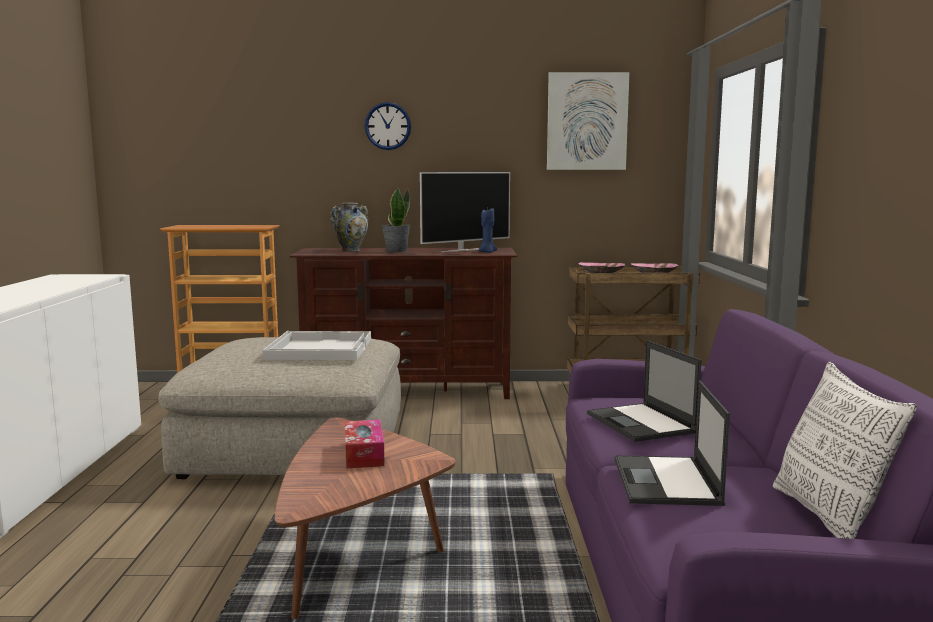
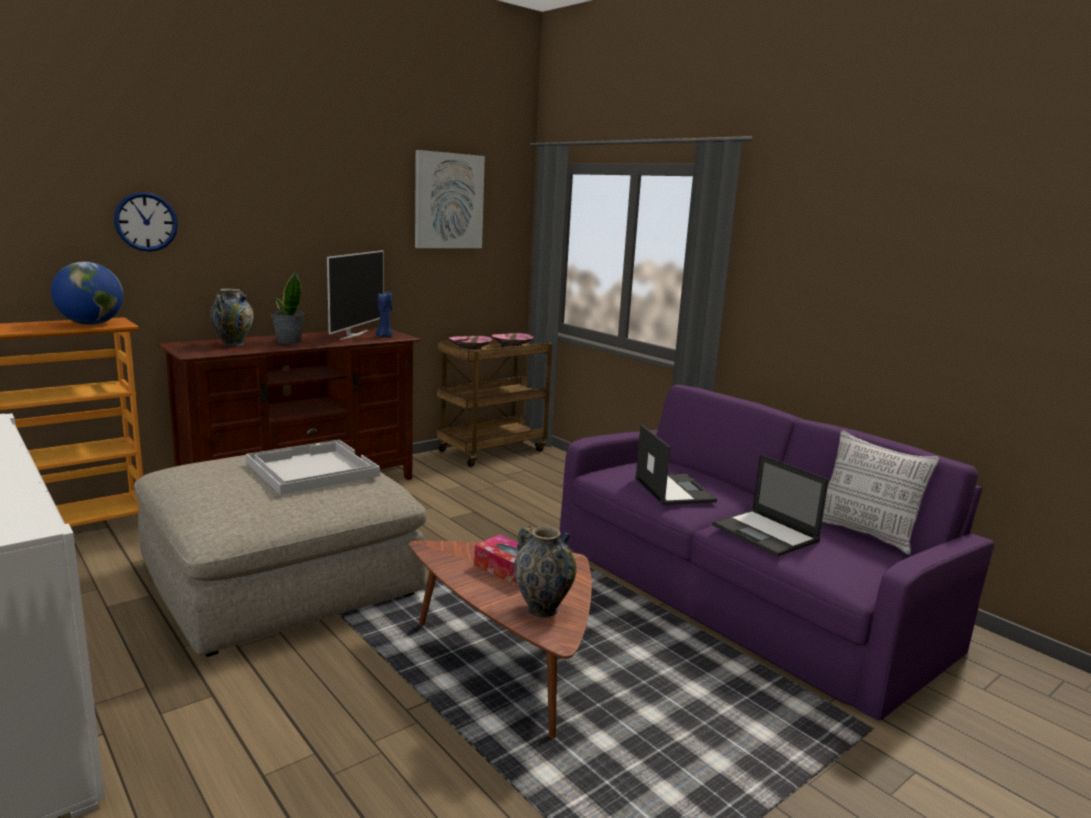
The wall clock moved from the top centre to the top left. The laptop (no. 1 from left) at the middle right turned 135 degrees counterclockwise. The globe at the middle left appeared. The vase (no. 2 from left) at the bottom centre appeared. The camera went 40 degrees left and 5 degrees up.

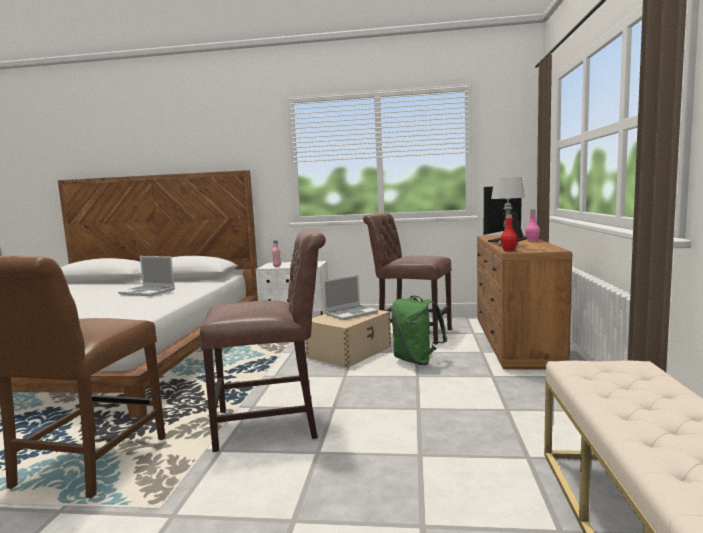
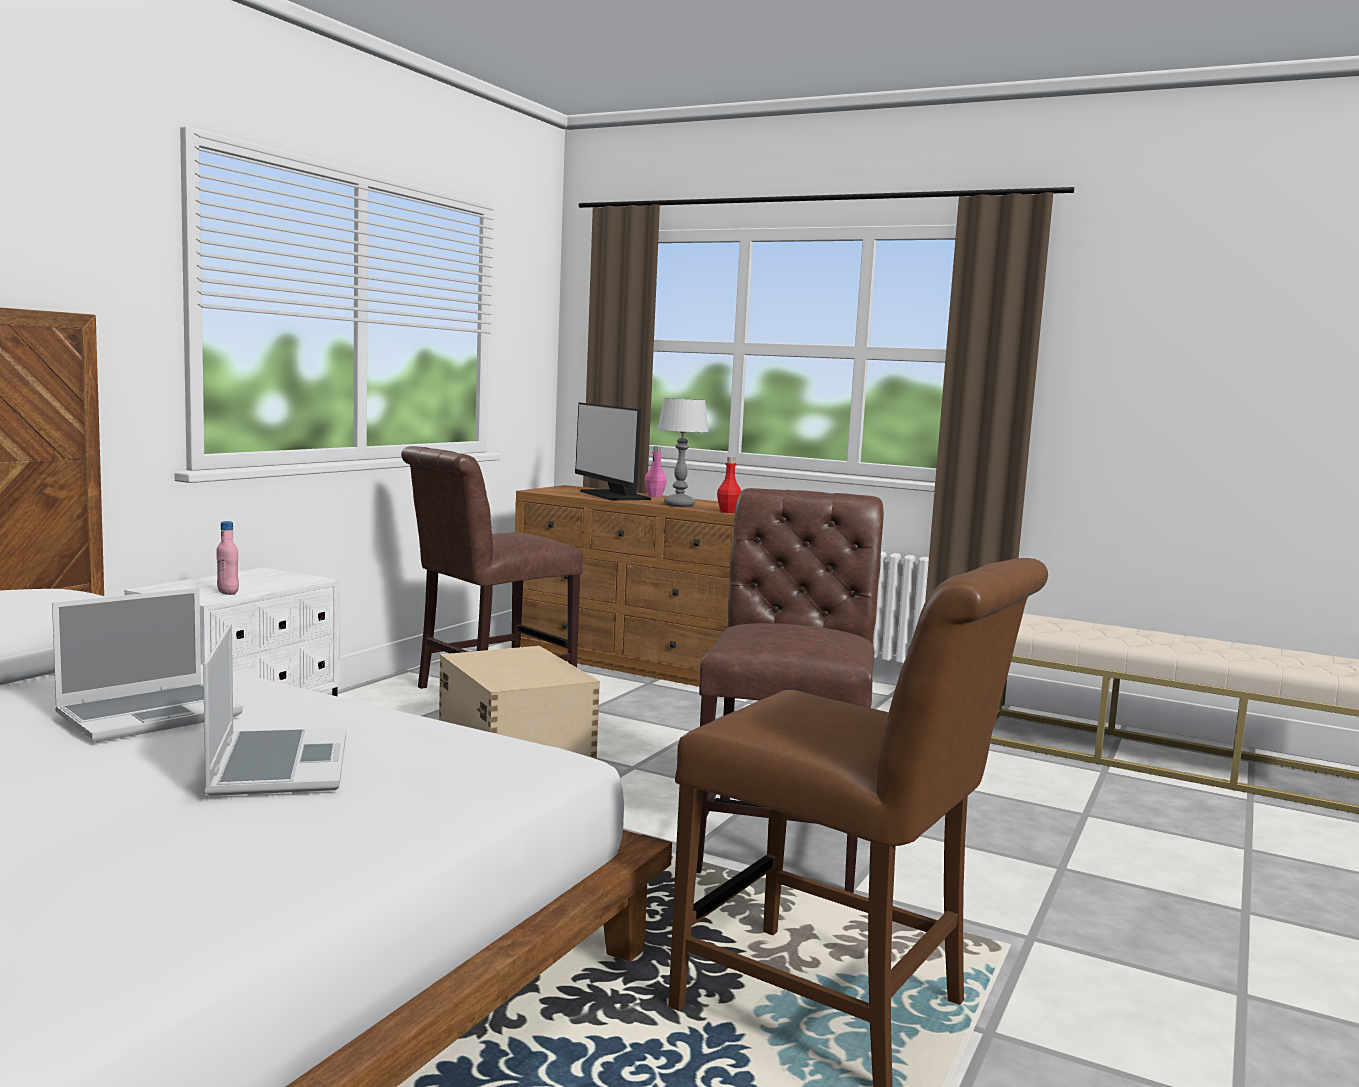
The laptop (no. 2 from left) moved from the centre to the middle left. The green backpack at the centre disappeared. The camera went 70 degrees left and 0 degrees up.

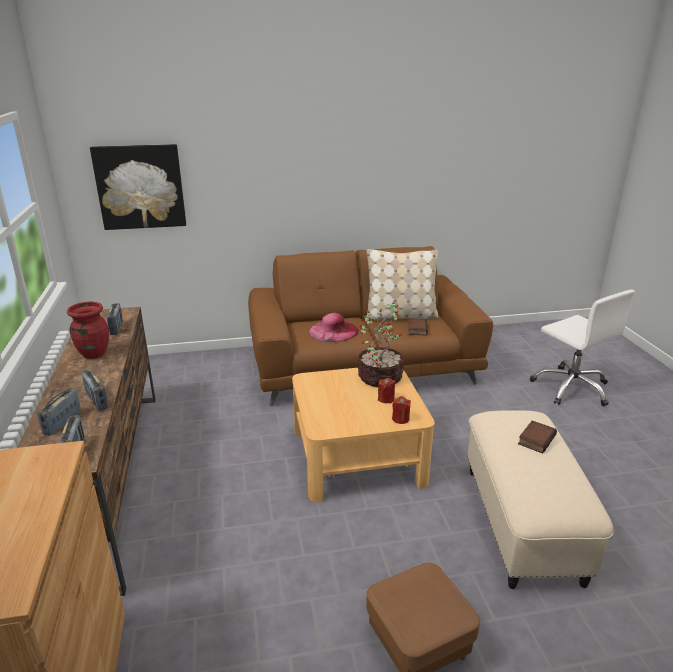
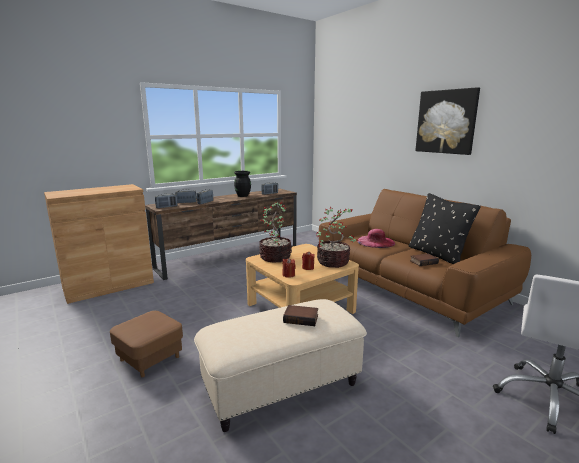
The picture moved from the top left to the top right. The beige pillow at the centre became the black pillow at the middle right. The red vase at the middle left became the black vase at the centre. The potted plant (no. 1 from left) at the centre appeared. The camera went 65 degrees right and 10 degrees down.

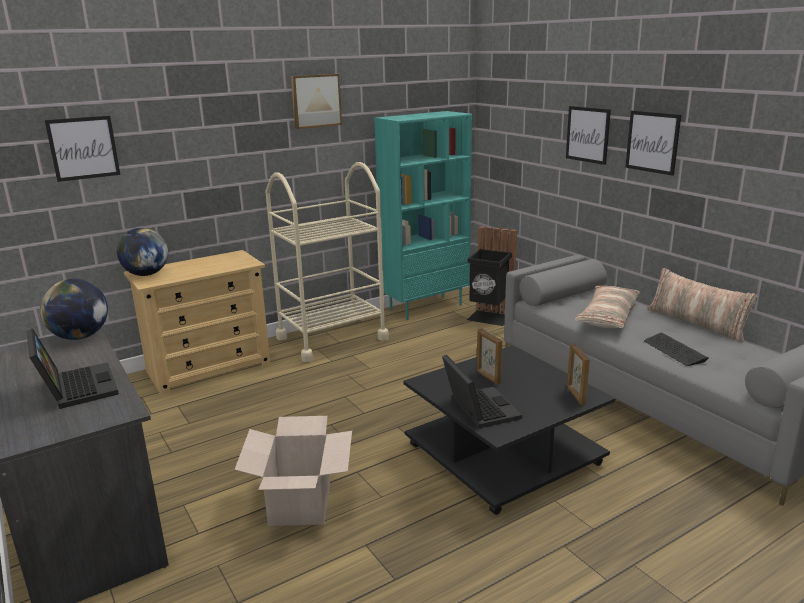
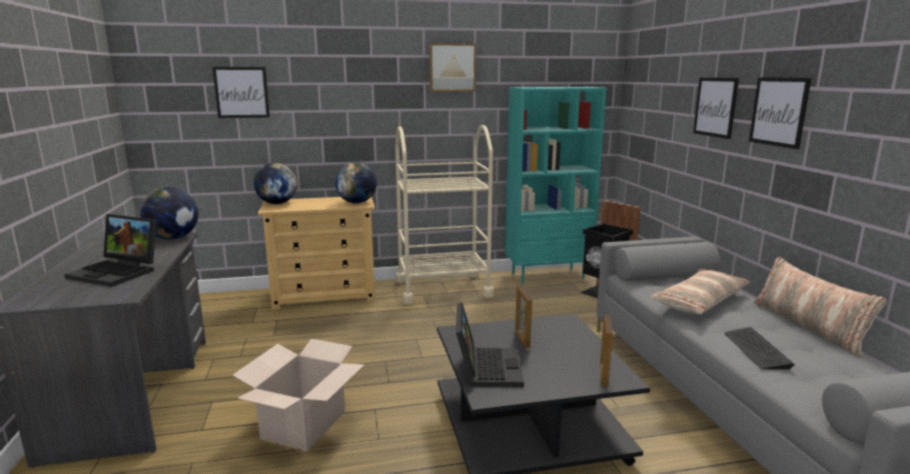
The laptop (no. 1 from left) at the middle left turned 120 degrees clockwise. The globe (no. 3 from left) at the centre appeared. The camera went 20 degrees right and 5 degrees down.

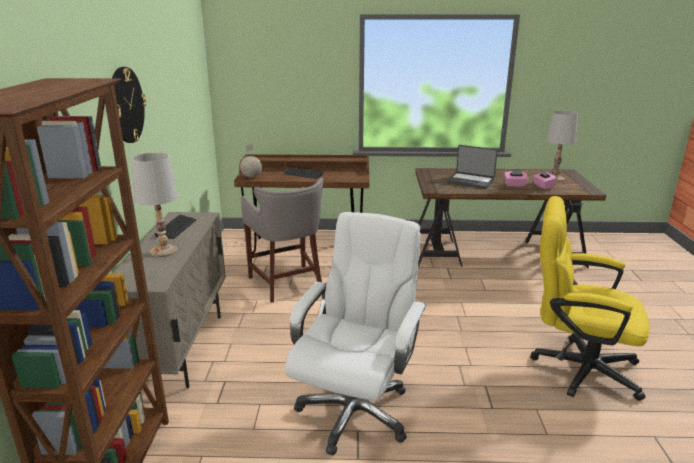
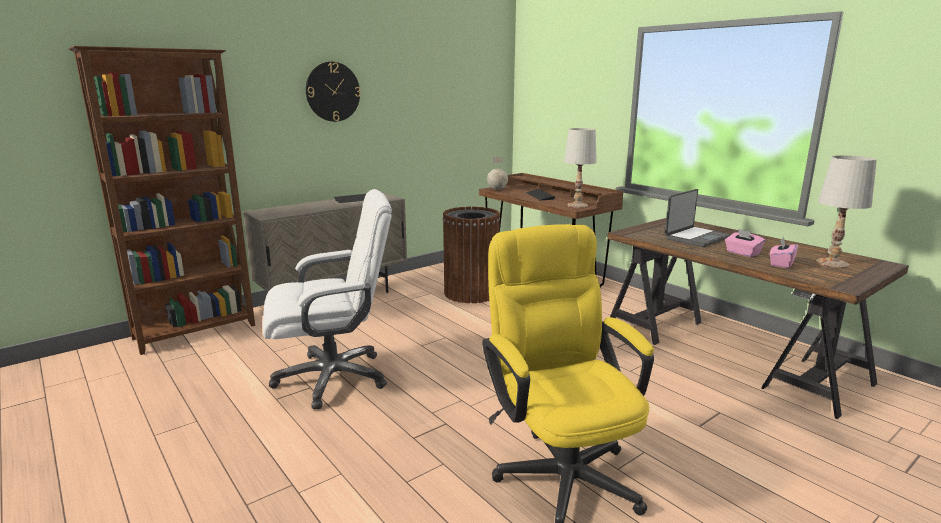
The laptop at the middle right turned 120 degrees counterclockwise. The white table lamp (no. 1 from left) moved from the middle left to the top centre. The grey stool at the centre was replaced by the brown trash can at the centre. The camera went 50 degrees right and 5 degrees down.

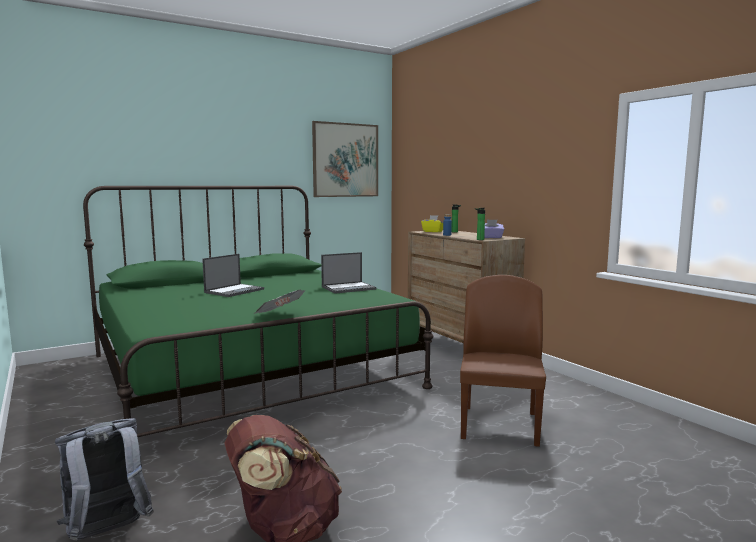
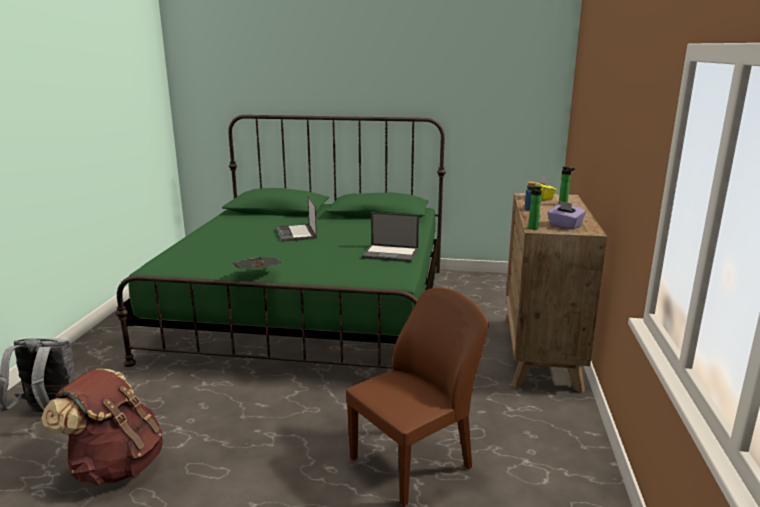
The picture at the top centre disappeared. The laptop (no. 1 from left) at the middle left turned 90 degrees clockwise. The camera went 40 degrees right and 10 degrees up.

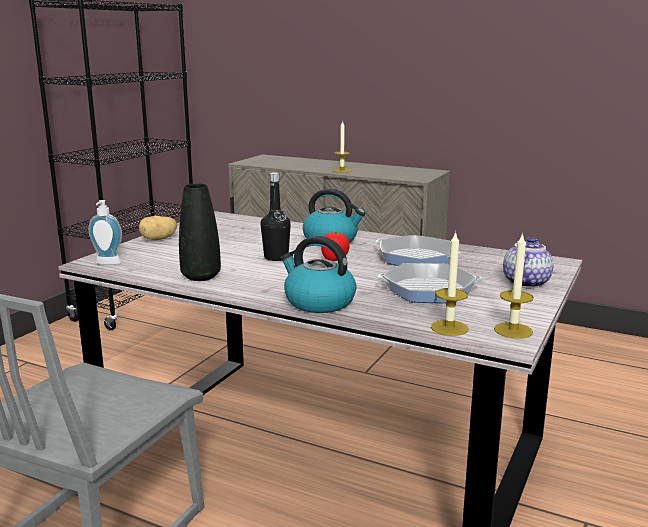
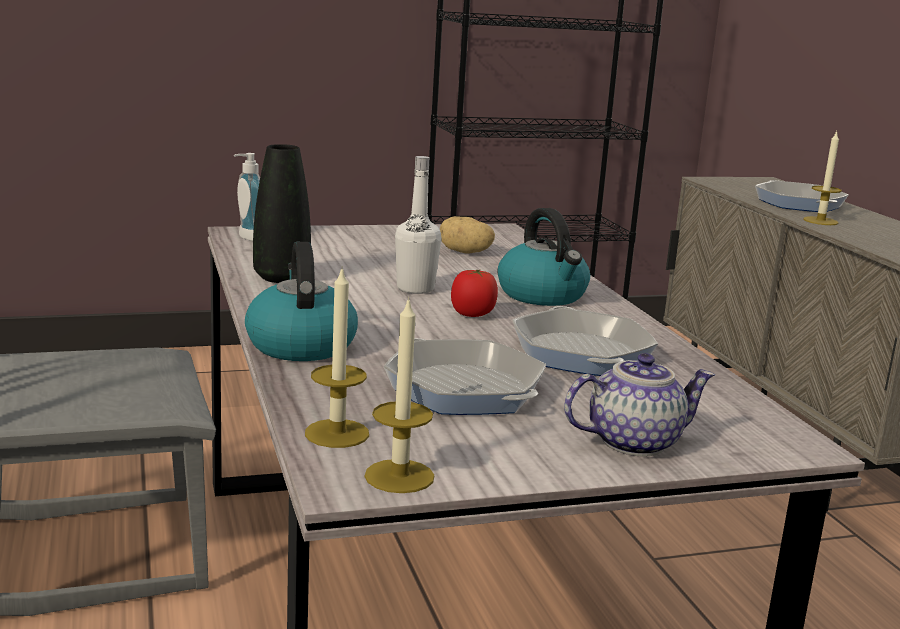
The black bottle at the centre became the white bottle at the centre. The potato moved from the middle left to the centre. The frying pan (no. 3 from left) at the top right appeared. The camera went 45 degrees right and 0 degrees up.

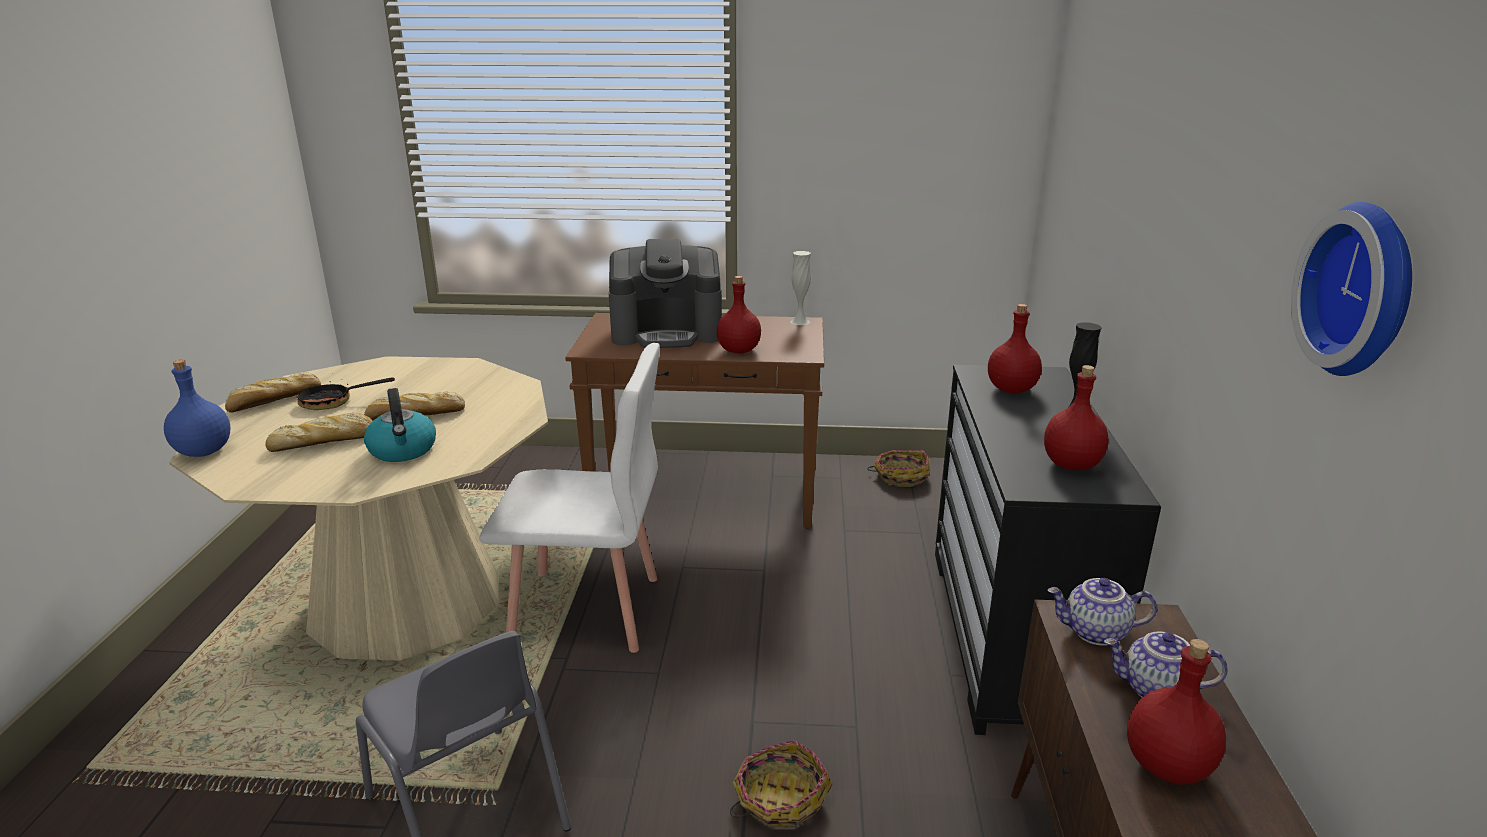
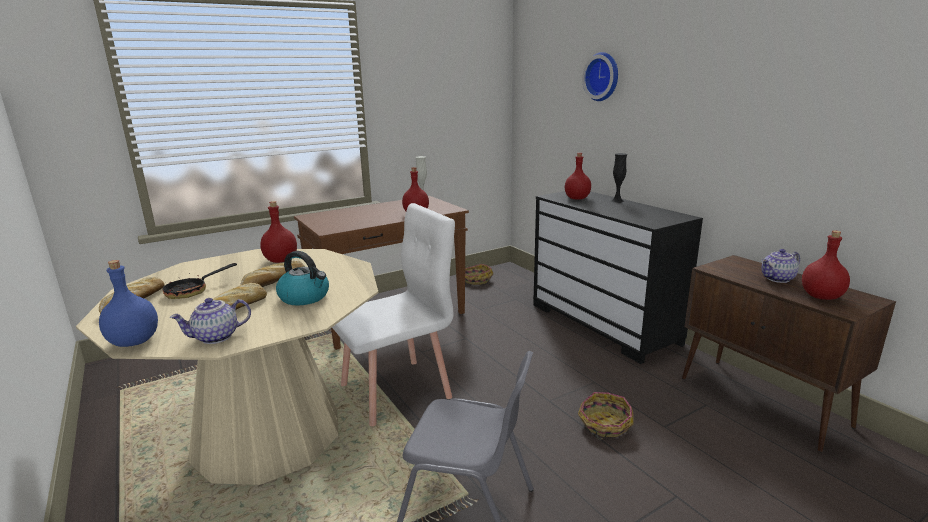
The wall clock moved from the middle right to the top centre. The coffee machine at the centre disappeared. The red bottle (no. 3 from left in the first image) moved from the middle right to the middle left. The teapot (no. 1 from left) moved from the bottom right to the middle left. The camera went 35 degrees left and 5 degrees down.

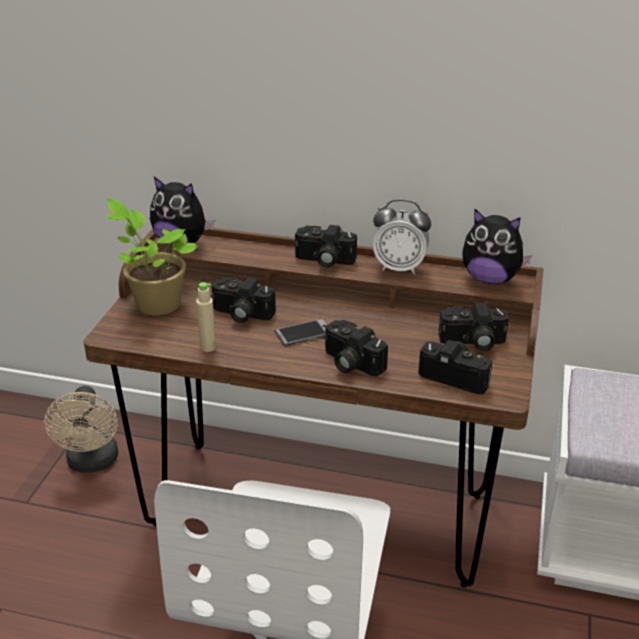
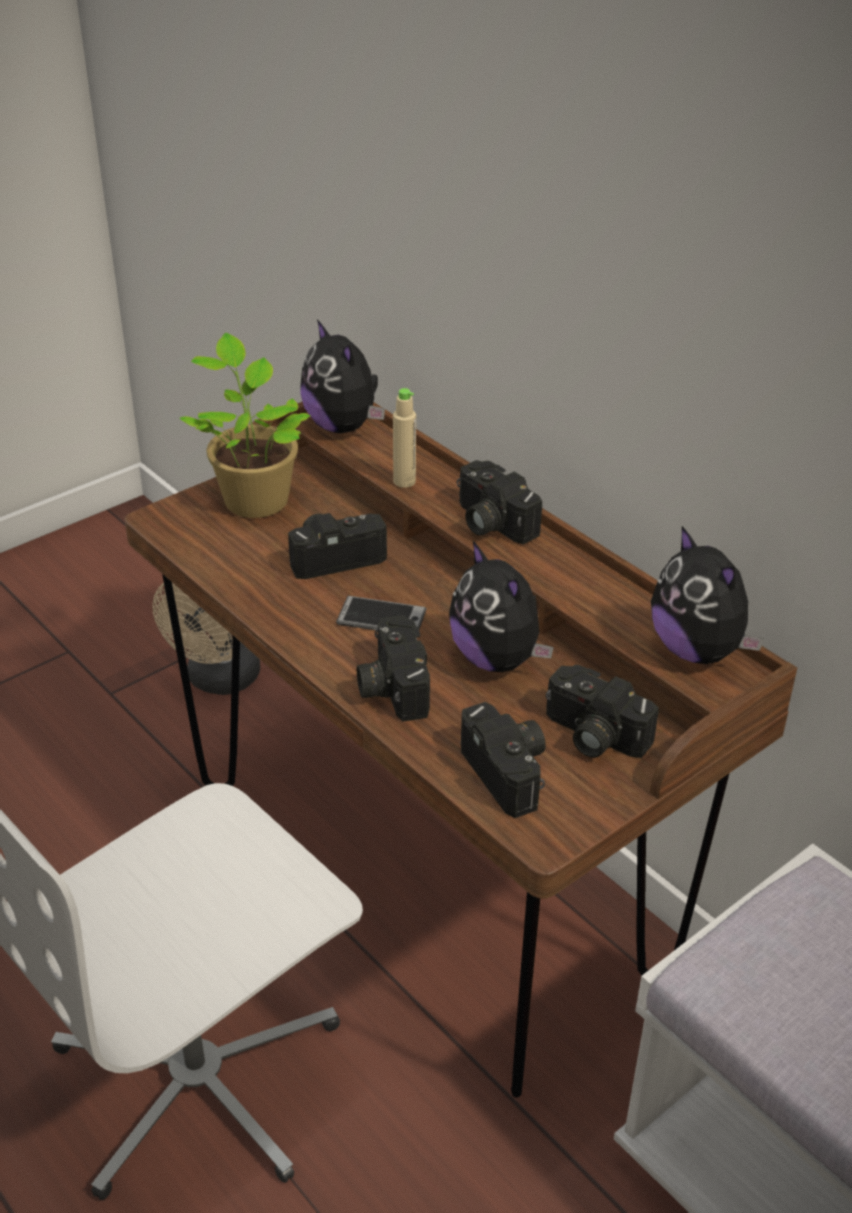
The alarm clock at the centre disappeared. The photo camera (no. 1 from left) at the centre turned 105 degrees clockwise. The beige bottle moved from the middle left to the centre. The plush toy (no. 2 from left) at the centre appeared. The camera went 35 degrees right and 5 degrees up.

